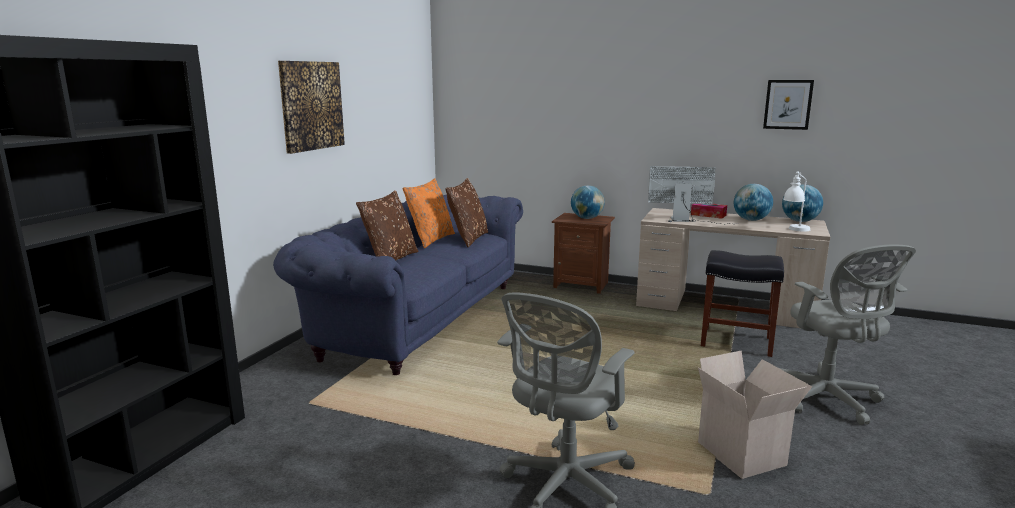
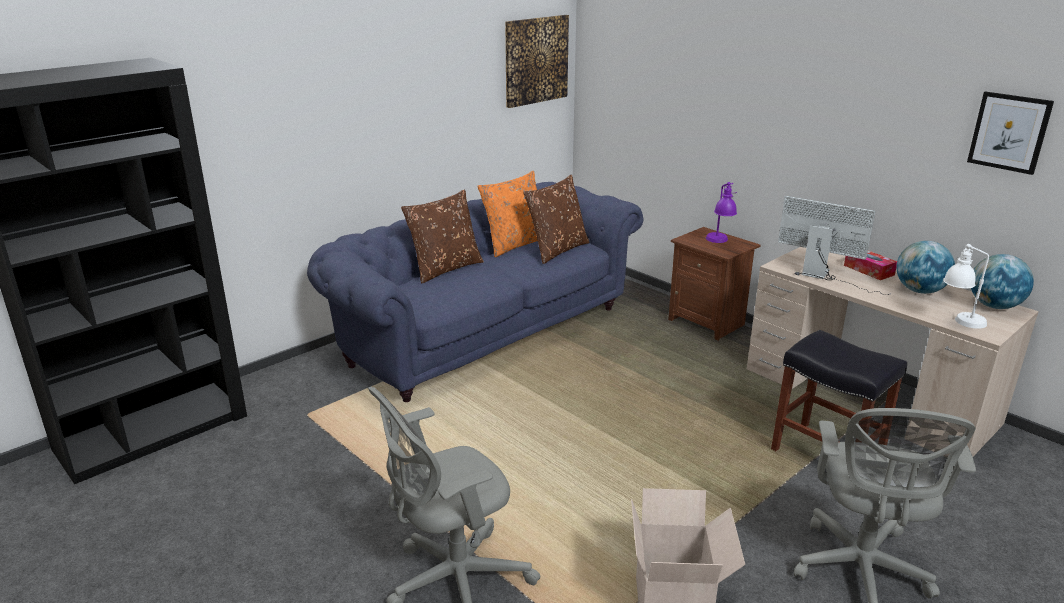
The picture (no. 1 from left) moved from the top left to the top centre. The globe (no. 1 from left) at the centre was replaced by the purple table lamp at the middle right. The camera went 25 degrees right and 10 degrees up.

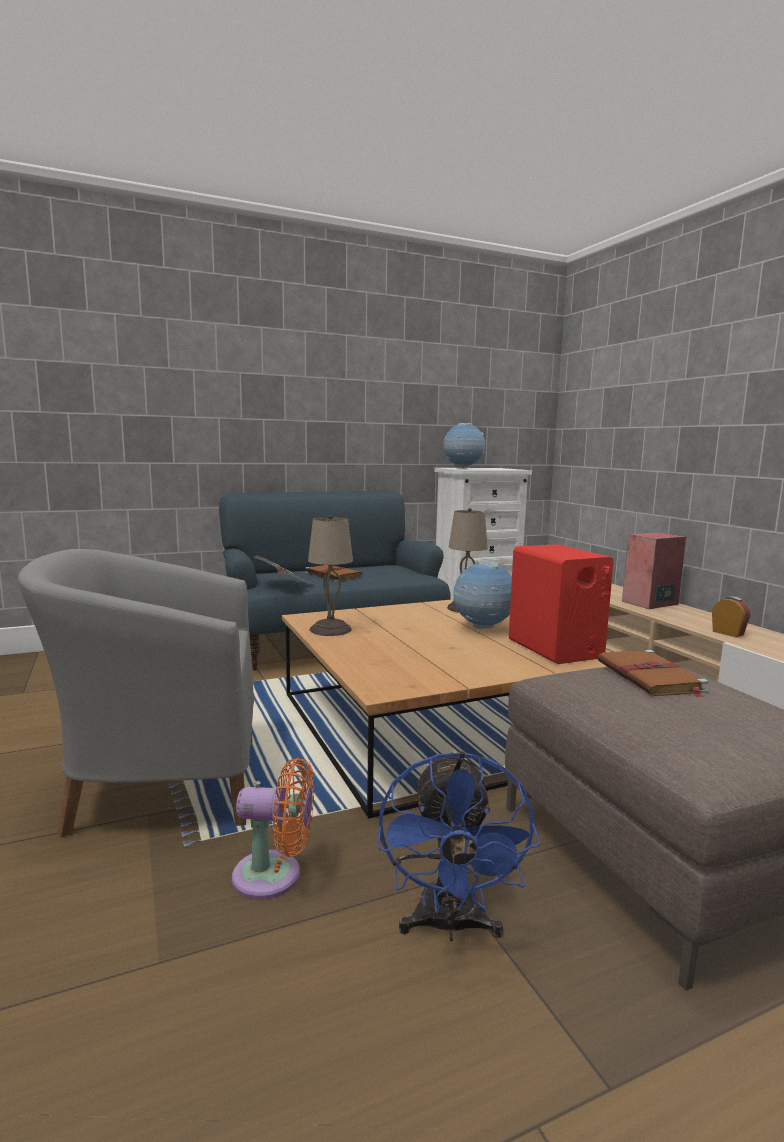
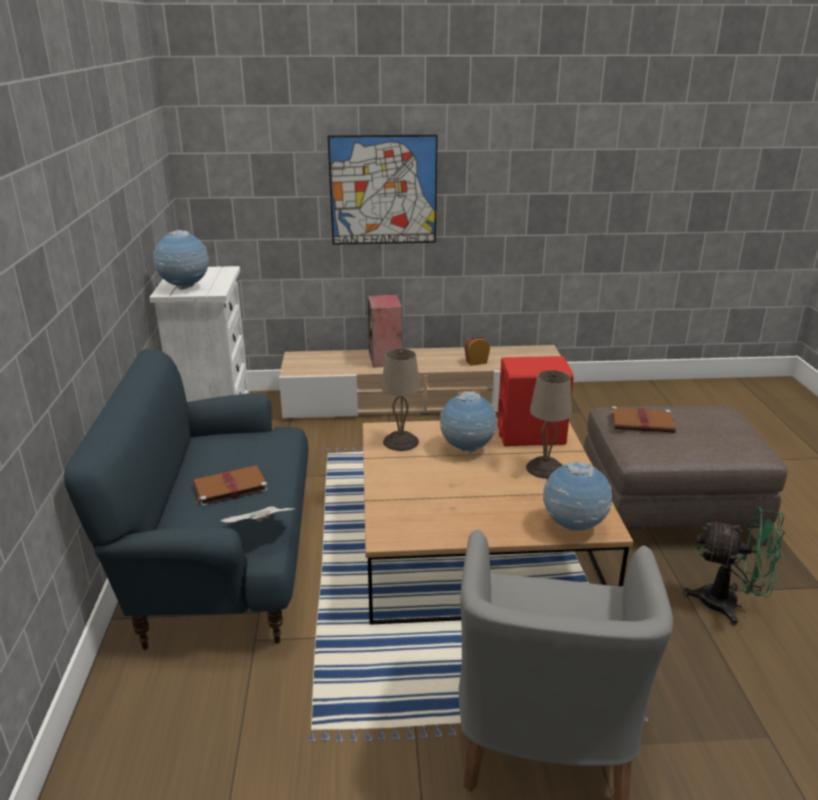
The beige table lamp (no. 1 from left in the first image) moved from the centre to the middle right. The blue fan at the bottom centre became the green fan at the bottom right. The orange fan at the bottom centre disappeared. The picture at the top centre appeared. The globe (no. 3 from left) at the middle right appeared. The camera went 70 degrees left and 15 degrees up.

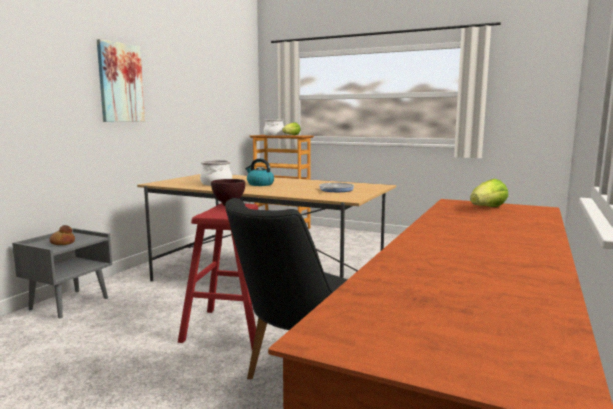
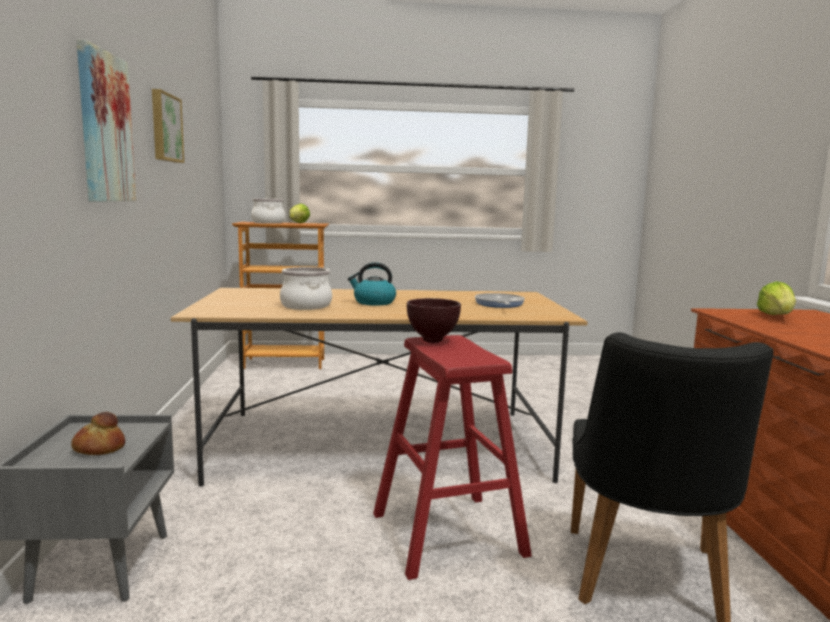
The picture (no. 2 from left) at the top left appeared. The camera went 30 degrees left and 0 degrees up.

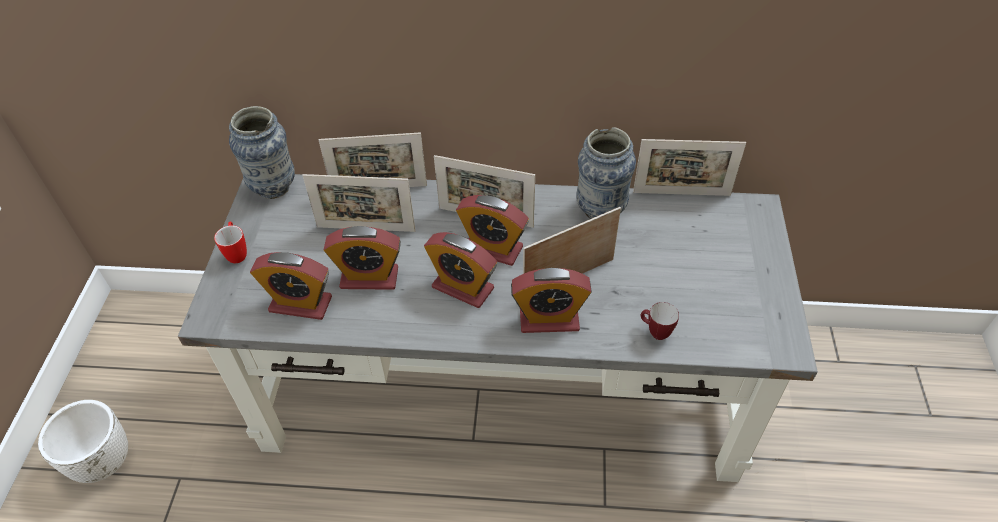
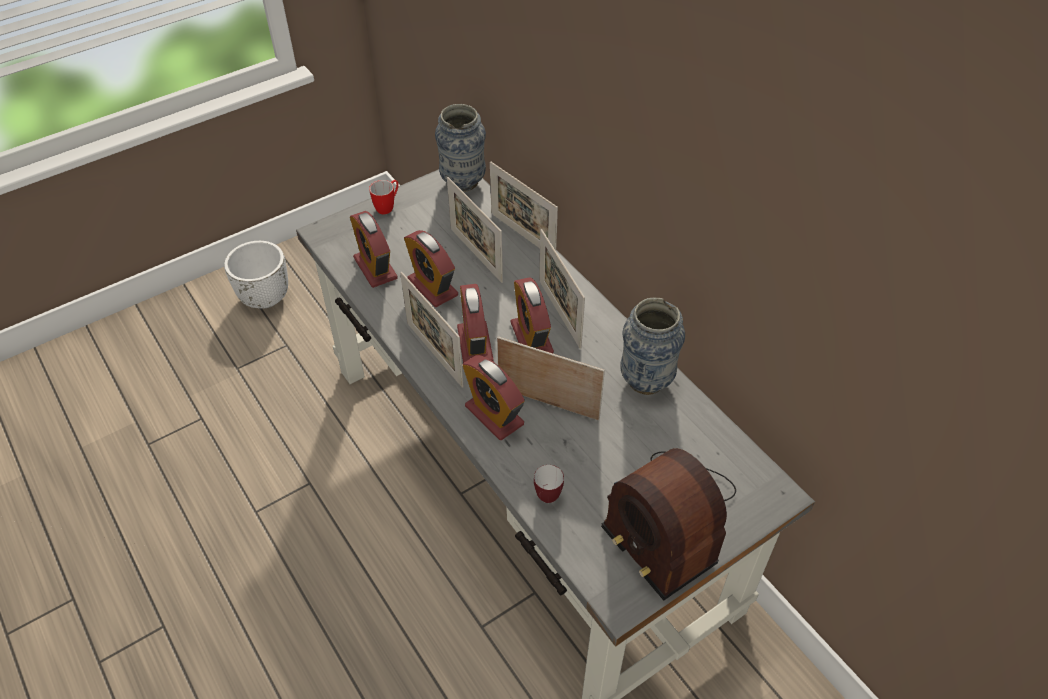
The picture frame (no. 5 from left in the first image) moved from the top right to the centre. The radio at the bottom centre appeared. The camera went 50 degrees right and 0 degrees up.

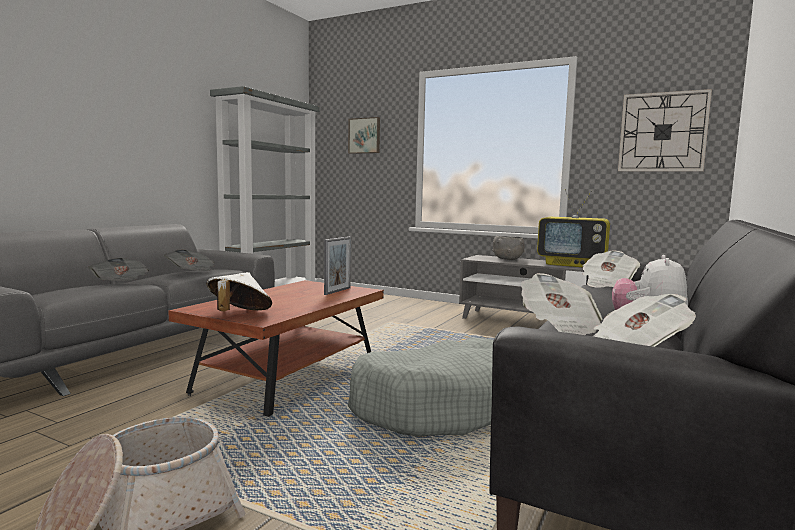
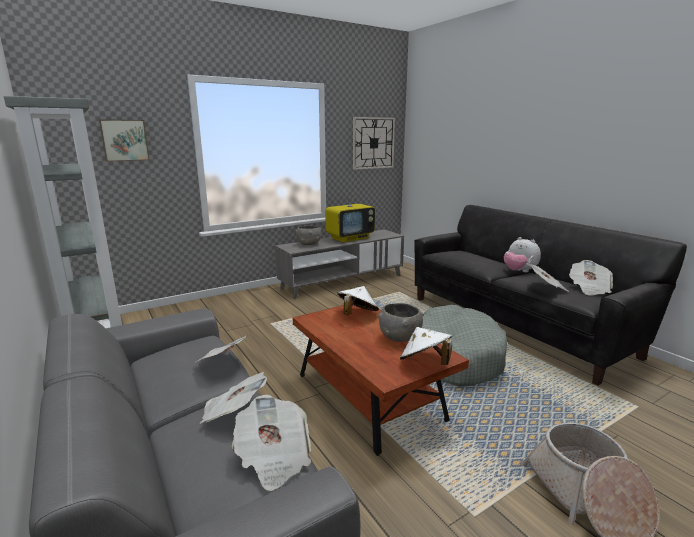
The picture frame at the centre was replaced by the white hat (no. 1 from left) at the centre. The newspaper (no. 4 from left in the first image) moved from the middle right to the bottom centre. The grey bowl (no. 2 from left) at the centre appeared. The camera went 60 degrees left and 10 degrees up.

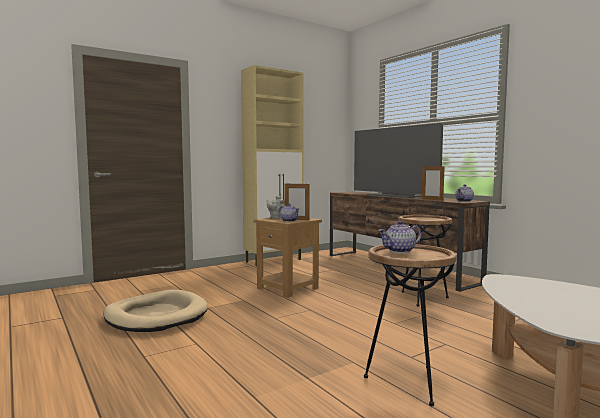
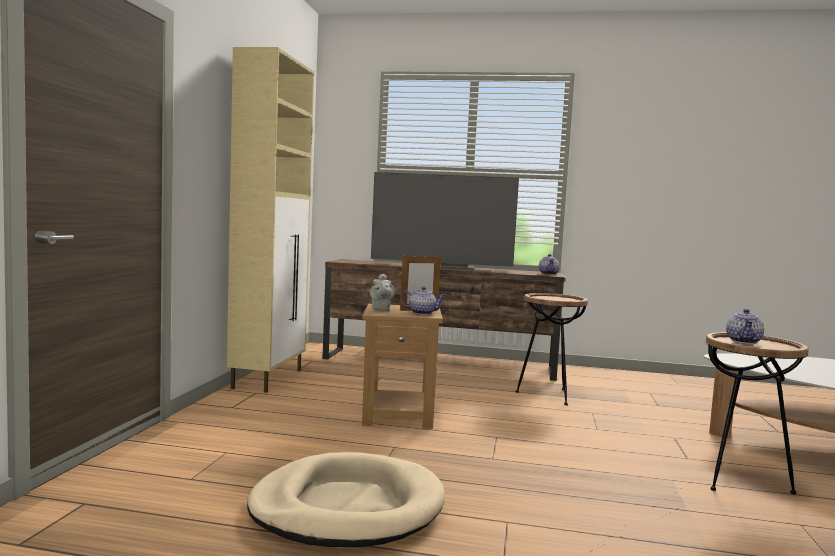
The picture frame (no. 2 from left) at the middle right disappeared. The camera went 45 degrees left and 0 degrees up.

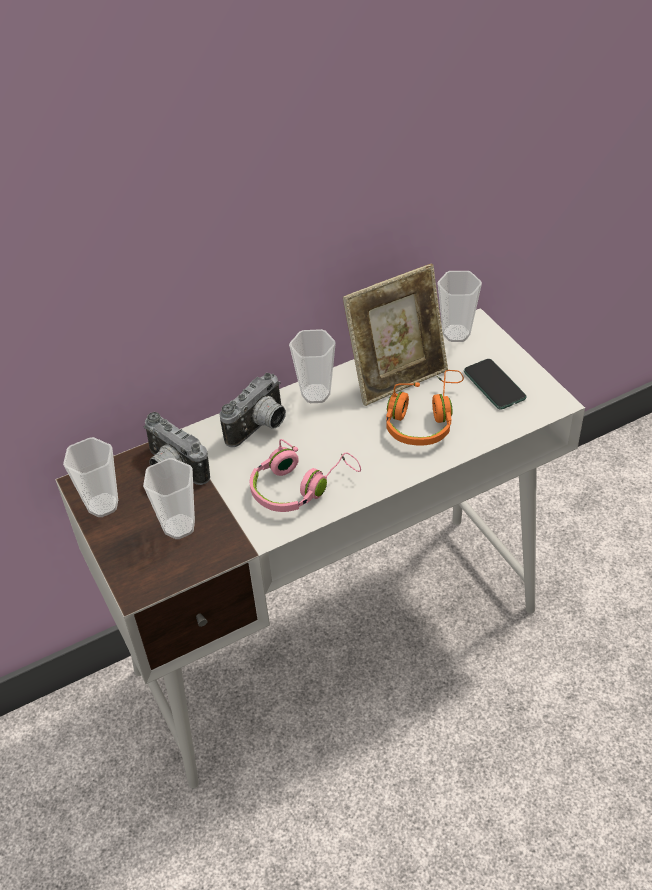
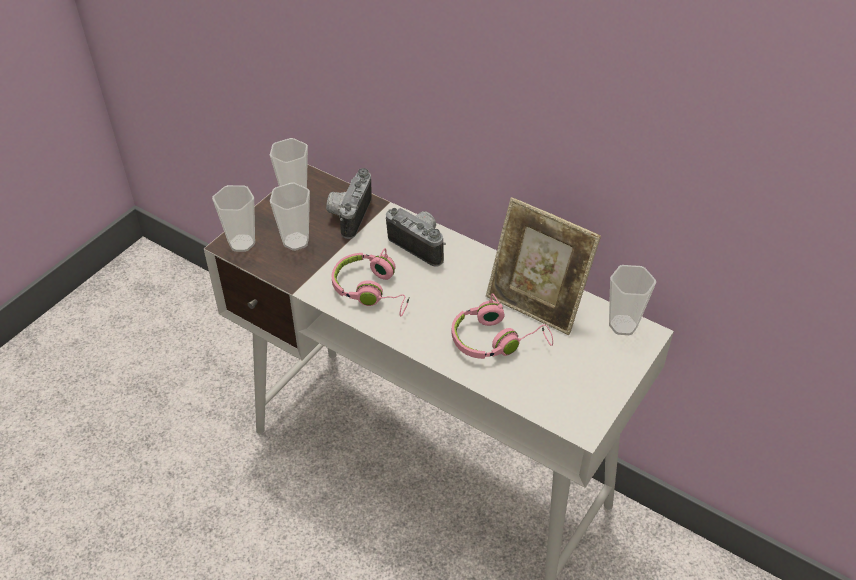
The cup (no. 3 from left in the first image) moved from the centre to the middle left. The phone at the middle right disappeared. The orange headphones at the centre became the pink headphones (no. 2 from left) at the centre. The photo camera (no. 2 from left) at the centre turned 150 degrees counterclockwise. The camera went 60 degrees right and 0 degrees up.

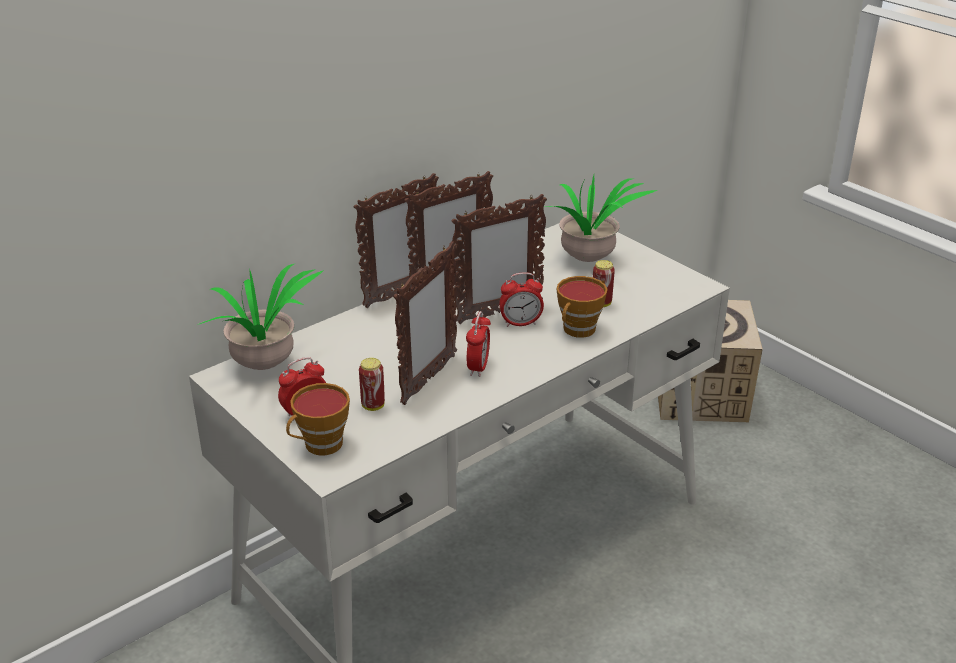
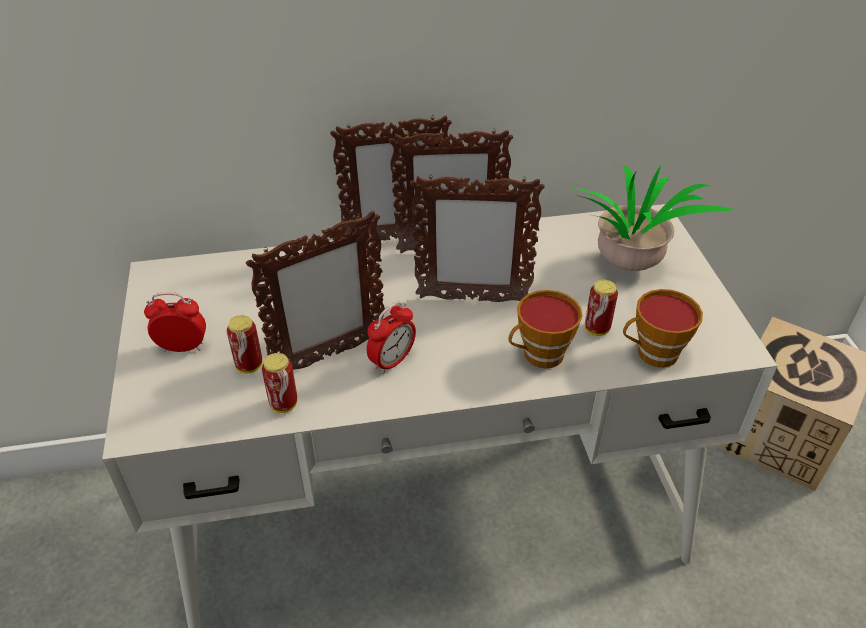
The potted plant (no. 1 from left) at the middle left disappeared. The alarm clock (no. 3 from left) at the centre disappeared. The cup (no. 1 from left in the first image) moved from the middle left to the middle right. The can (no. 2 from left) at the middle left appeared. The camera went 30 degrees right and 10 degrees up.

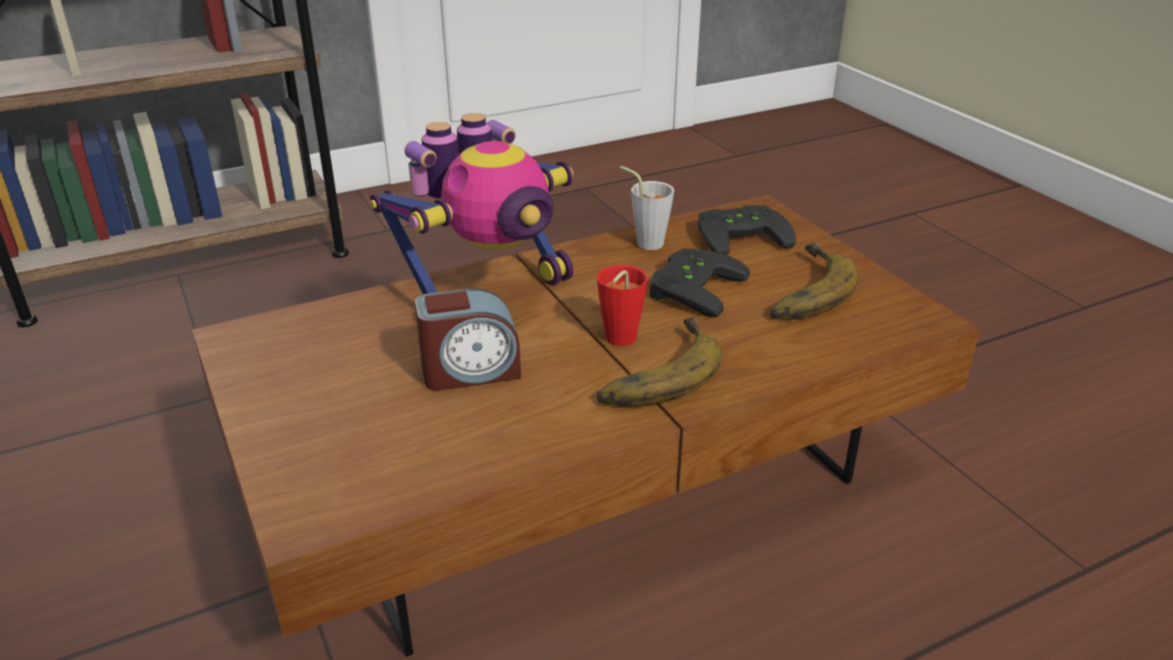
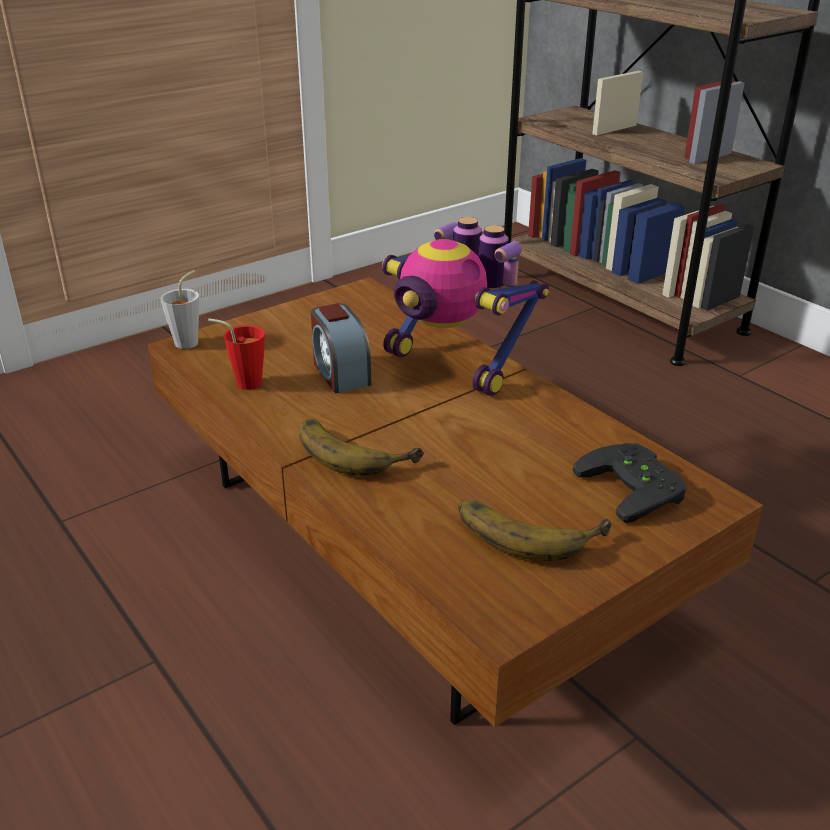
The grey cup moved from the top centre to the middle left. The black game controller (no. 1 from left) at the centre disappeared. The red cup moved from the centre to the middle left. The camera went 80 degrees right and 0 degrees up.

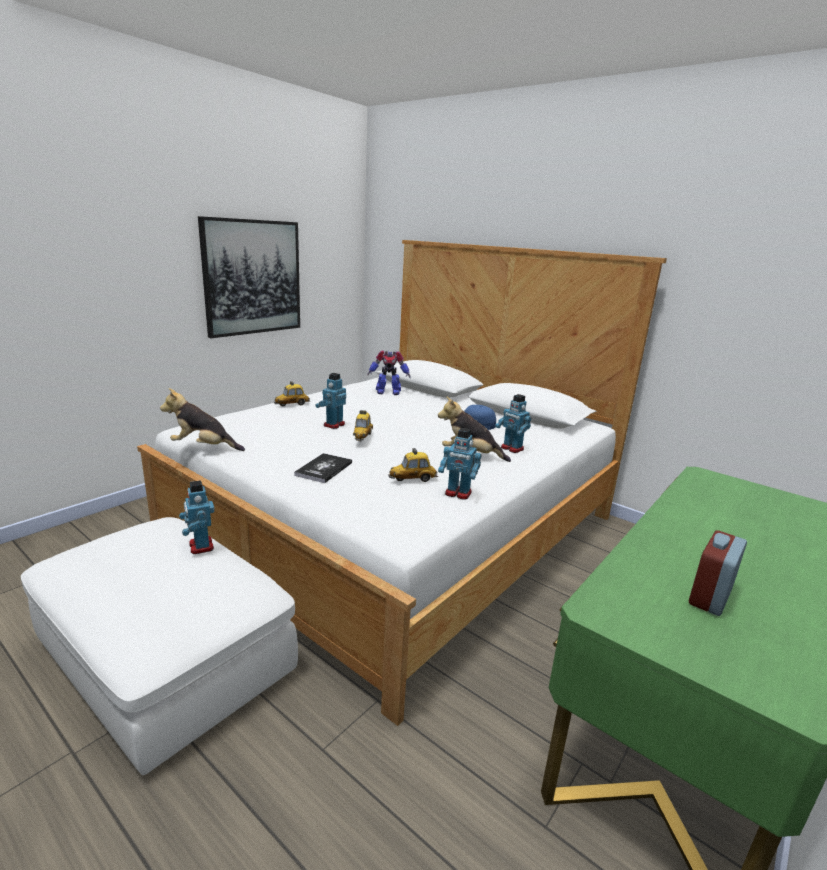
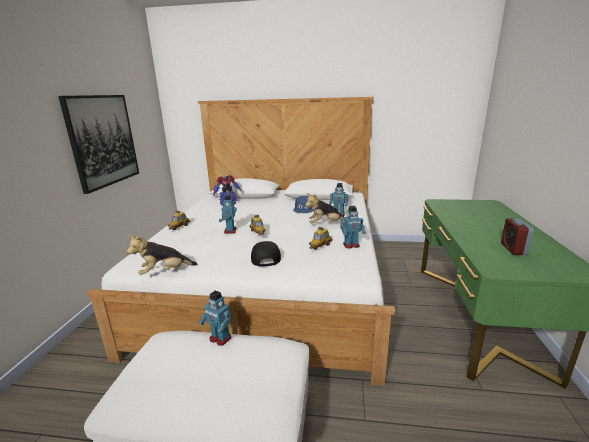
The book at the centre was replaced by the black cap at the centre. The camera went 30 degrees left and 0 degrees up.

